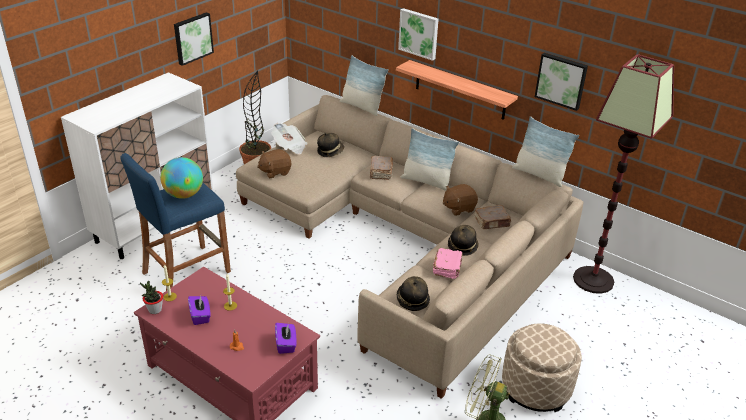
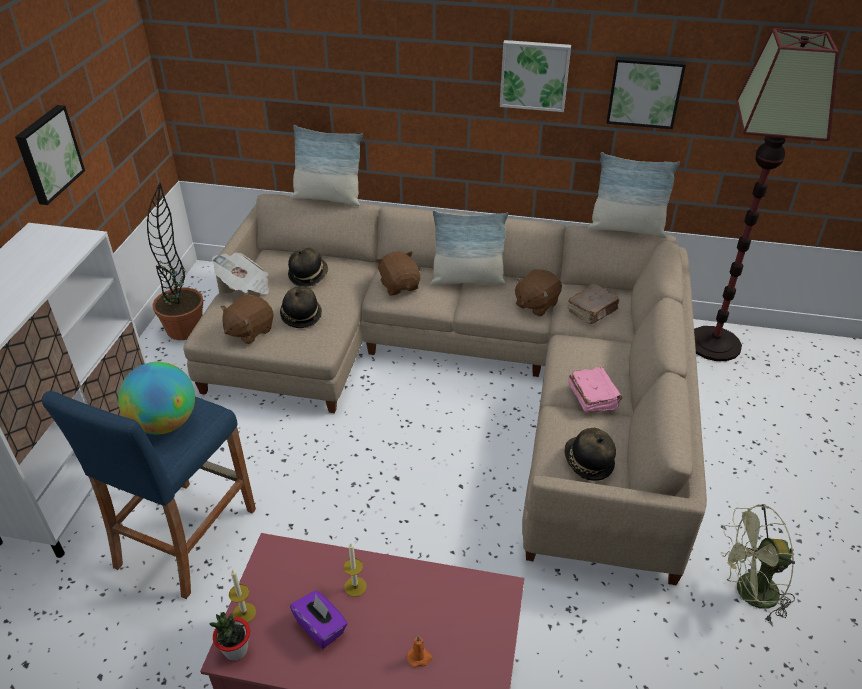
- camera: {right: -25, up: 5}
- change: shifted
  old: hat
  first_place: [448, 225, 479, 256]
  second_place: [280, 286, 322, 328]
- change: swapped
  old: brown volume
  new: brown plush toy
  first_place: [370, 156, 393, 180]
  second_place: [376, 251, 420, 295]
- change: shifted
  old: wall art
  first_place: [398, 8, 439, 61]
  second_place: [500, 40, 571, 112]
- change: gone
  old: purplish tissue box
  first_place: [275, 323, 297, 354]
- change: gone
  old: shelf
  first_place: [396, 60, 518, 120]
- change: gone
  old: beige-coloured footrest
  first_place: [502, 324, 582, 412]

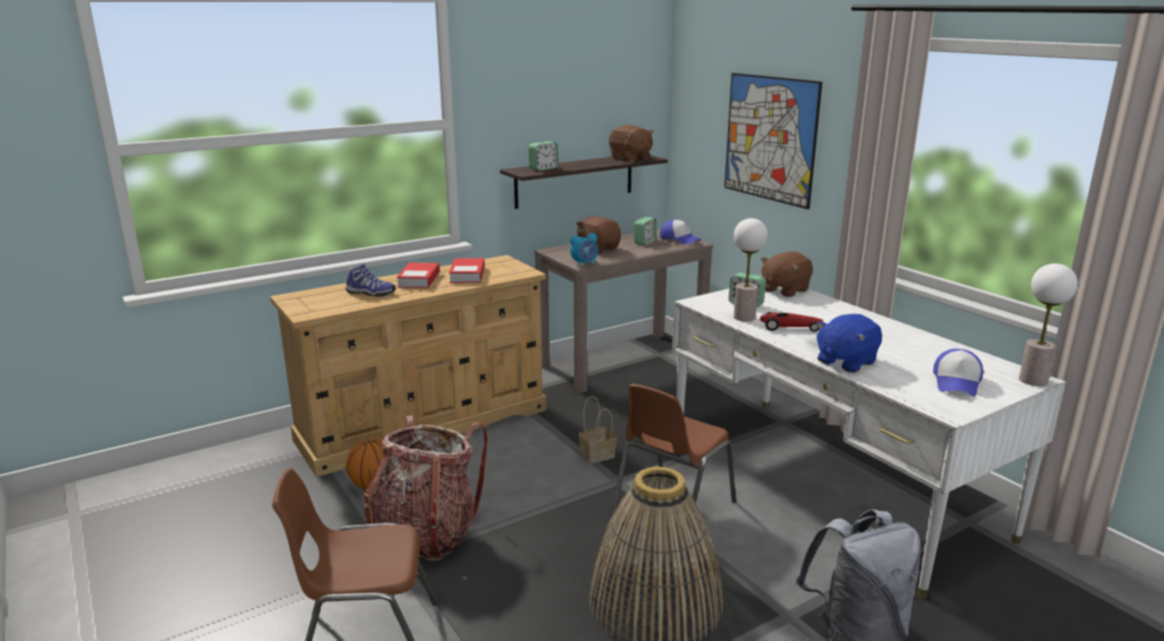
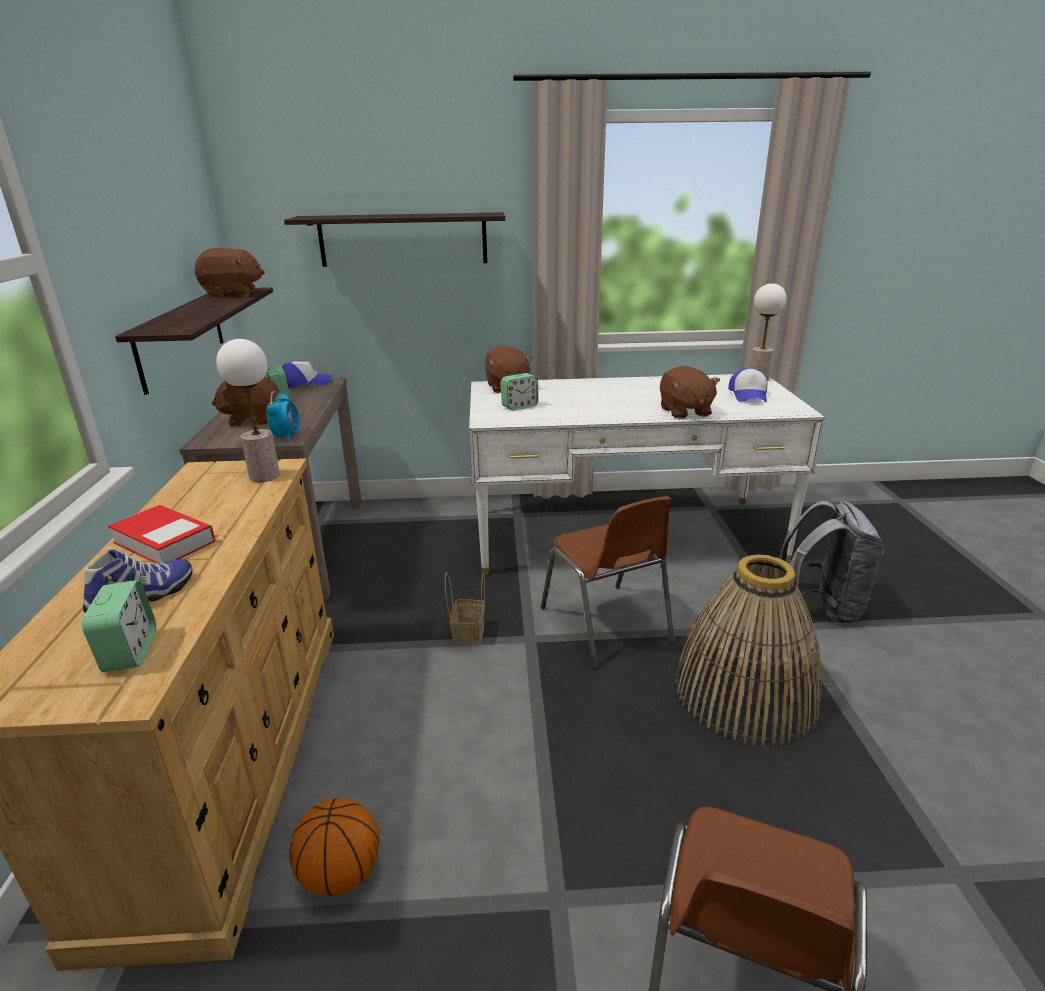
- camera: {right: -60, up: 5}
- change: shifted
  old: table clock
  first_place: [528, 141, 558, 171]
  second_place: [82, 580, 156, 672]
- change: shifted
  old: table lamp
  first_place: [734, 218, 768, 321]
  second_place: [216, 339, 280, 482]
- change: swapped
  old: wall art
  new: shelf
  first_place: [724, 73, 822, 209]
  second_place: [284, 212, 505, 267]
- change: repainted
  old: bluish plush toy
  new: brown plush toy
  first_place: [816, 314, 882, 373]
  second_place: [660, 366, 720, 419]
- change: rotated
  old: peaked cap
  first_place: [933, 349, 983, 396]
  second_place: [729, 368, 768, 402]
  degrees: 45
- change: gone
  old: backpack
  first_place: [364, 415, 488, 561]
- change: gone
  old: volume
  first_place: [449, 258, 485, 283]
- change: gone
  old: miniature car
  first_place: [760, 312, 823, 332]

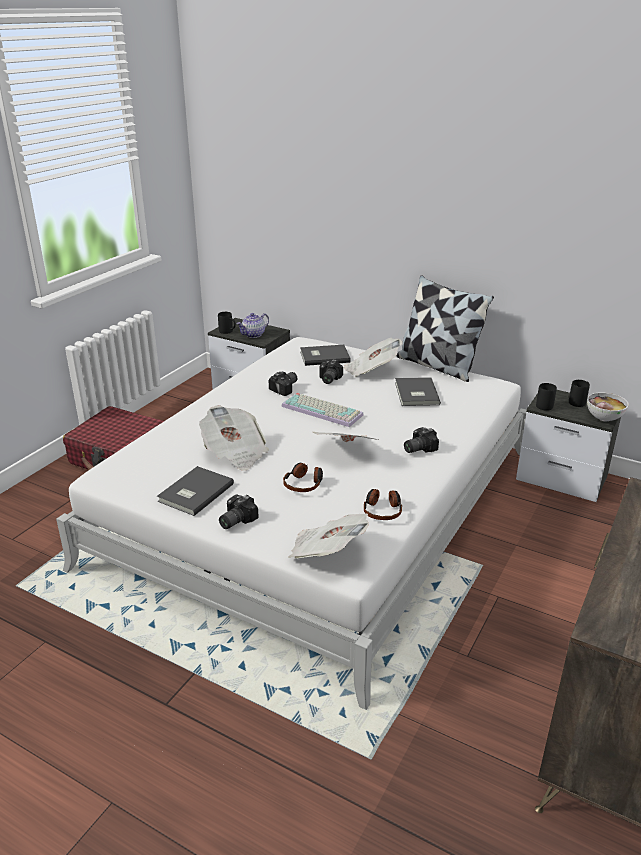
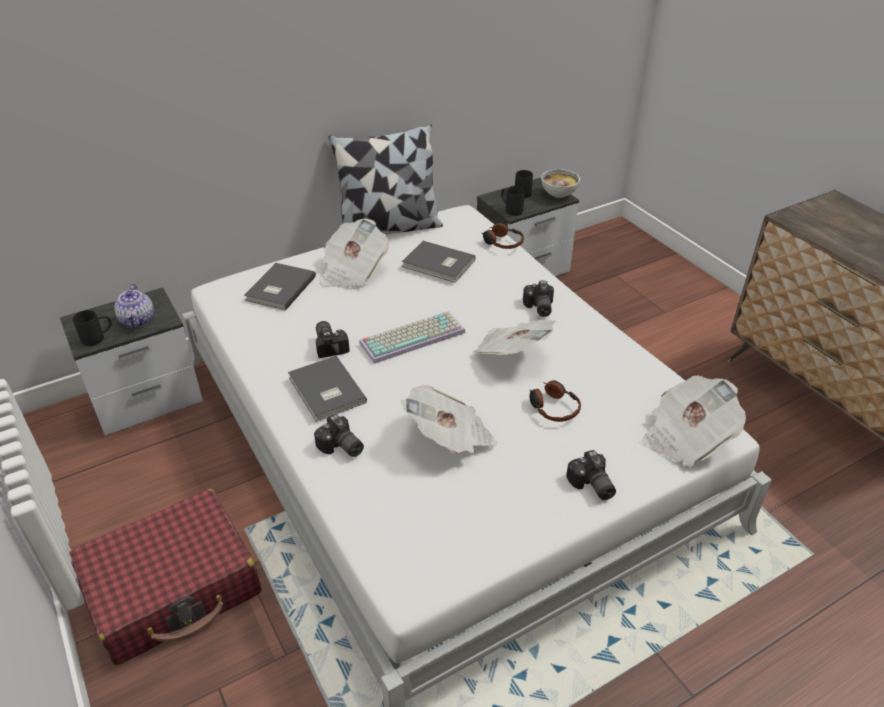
- camera: {right: -60, up: 10}
- change: shifted
  old: grey volume
  first_place: [157, 466, 234, 516]
  second_place: [288, 356, 367, 422]
- change: shifted
  old: still camera
  first_place: [320, 359, 343, 384]
  second_place: [314, 414, 364, 457]
- change: shifted
  old: headset
  first_place: [364, 489, 402, 520]
  second_place: [482, 223, 524, 249]

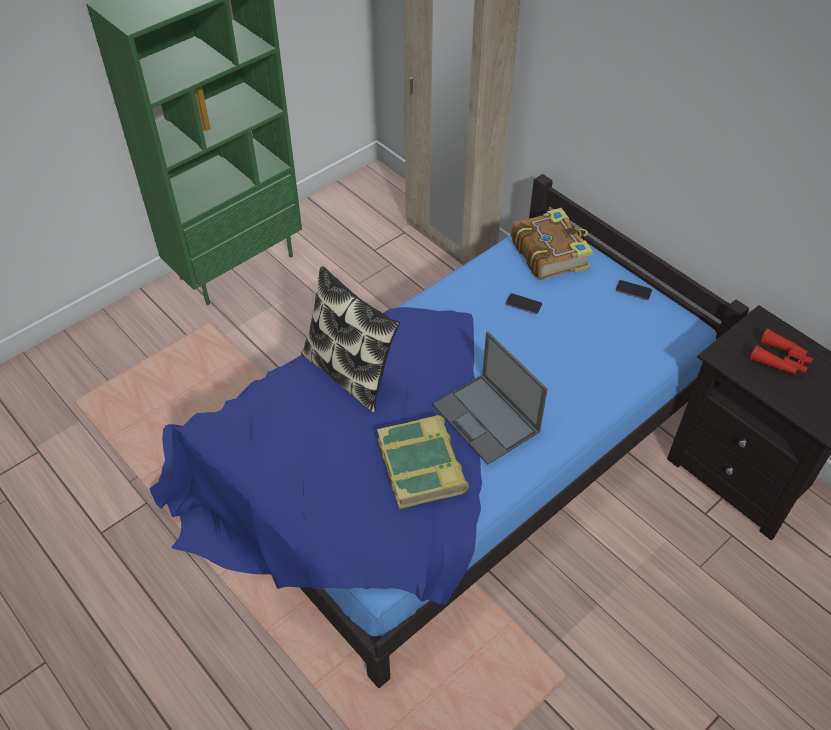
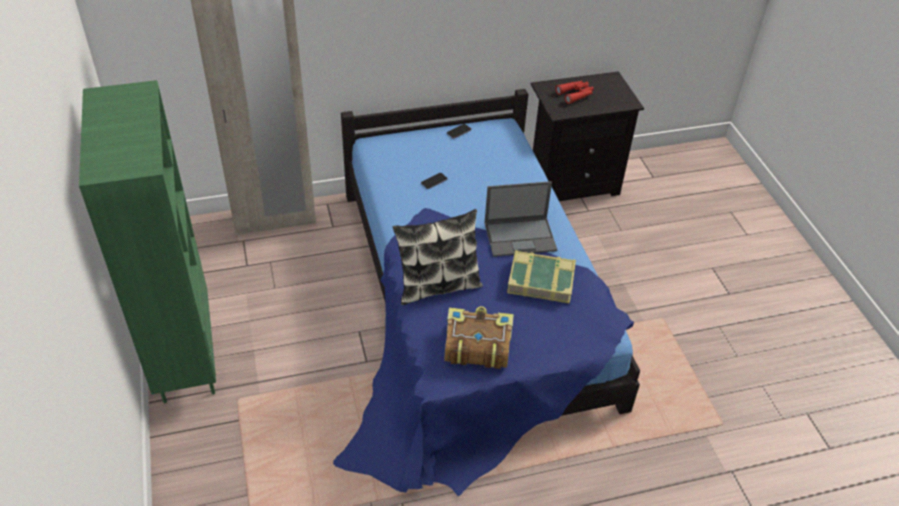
- camera: {right: -65, up: -5}
- change: shifted
  old: volume
  first_place: [511, 208, 593, 280]
  second_place: [445, 306, 514, 369]

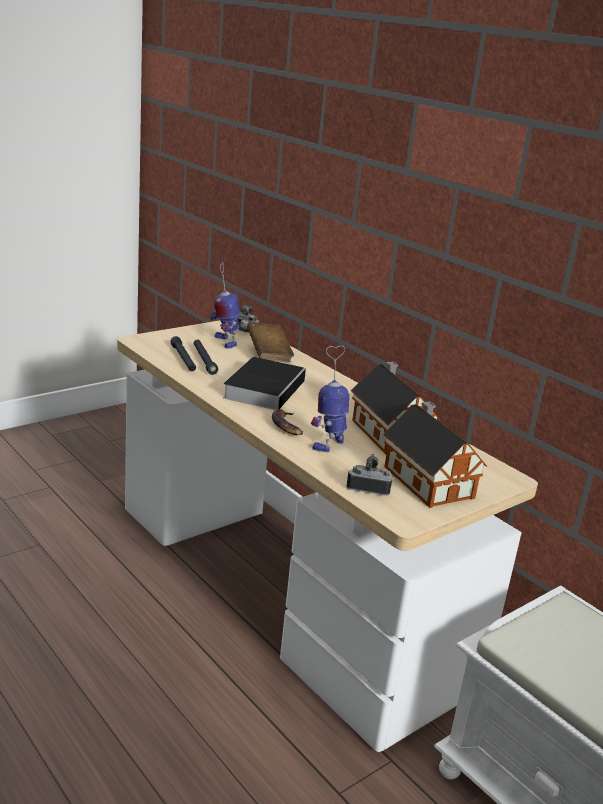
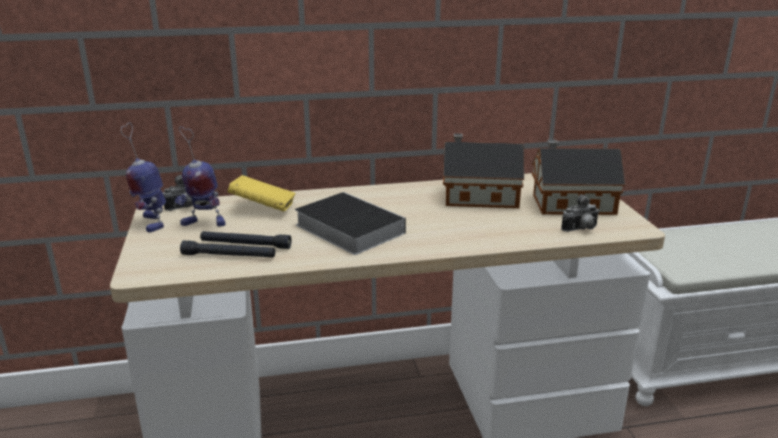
- camera: {right: -60, up: 0}
- change: shifted
  old: model robot
  first_place: [311, 345, 349, 452]
  second_place: [121, 122, 166, 232]
- change: repainted
  old: brown volume
  new: yellowish volume
  first_place: [247, 322, 294, 362]
  second_place: [228, 175, 296, 212]
- change: rotated
  old: still camera
  first_place: [346, 454, 393, 496]
  second_place: [561, 194, 599, 232]
  degrees: -150
- change: gone
  old: banana
  first_place: [272, 409, 303, 435]

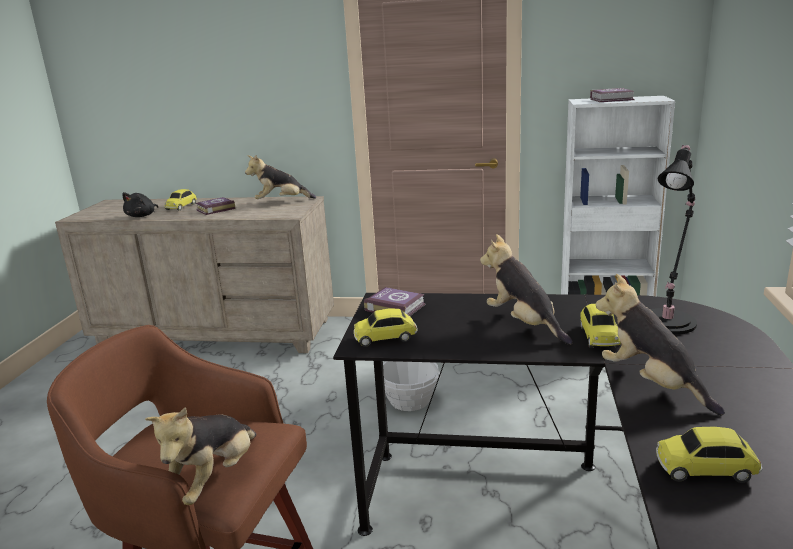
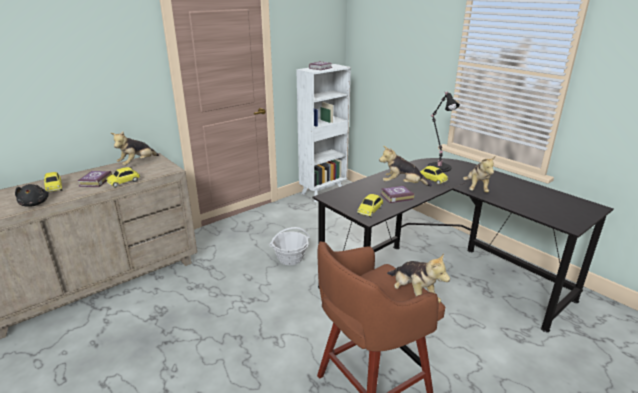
- camera: {right: -50, up: 5}
- change: shifted
  old: miniature car
  first_place: [656, 427, 762, 483]
  second_place: [106, 167, 140, 187]
- change: shifted
  old: volume
  first_place: [364, 287, 425, 316]
  second_place: [380, 186, 414, 203]
- change: rotated
  old: plush toy
  first_place: [596, 274, 725, 415]
  second_place: [463, 155, 496, 193]
  degrees: -90

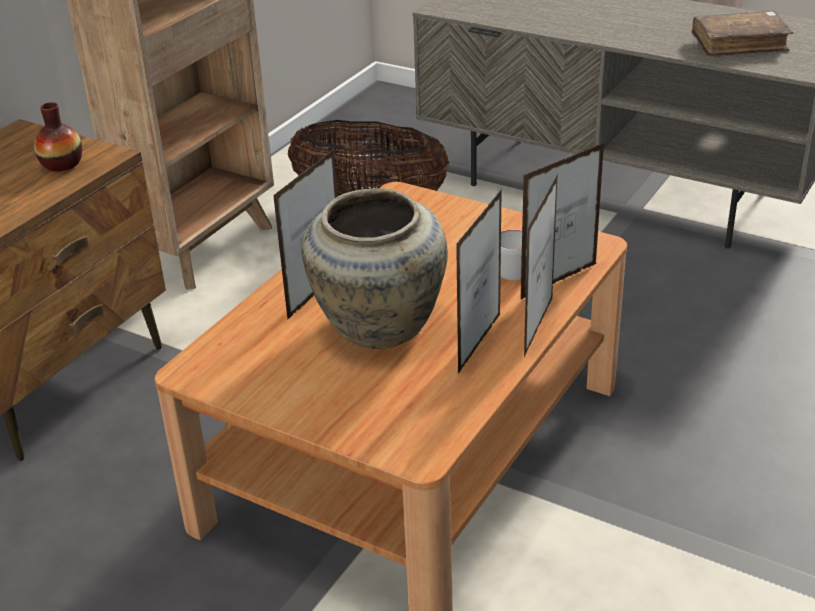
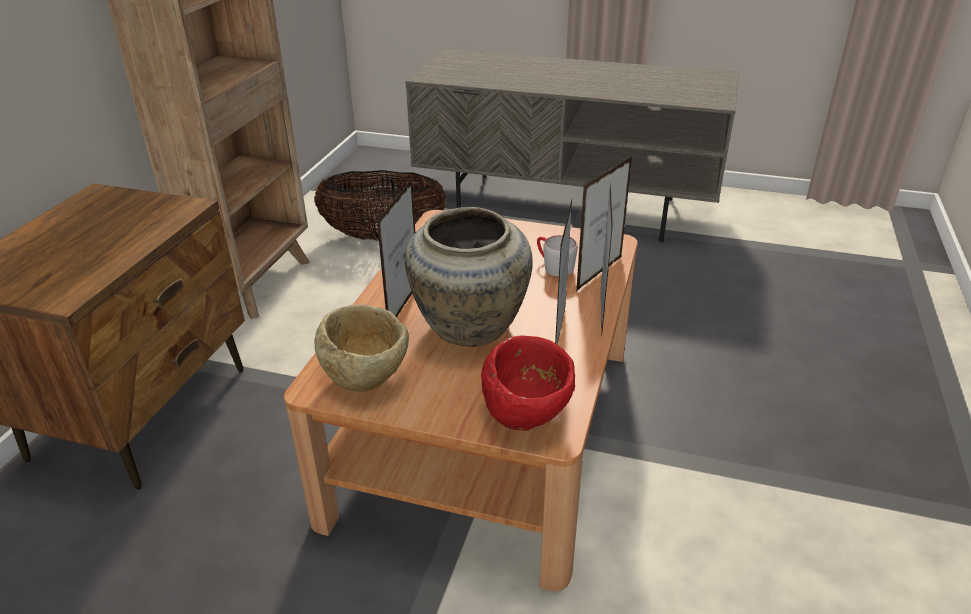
- camera: {right: -15, up: 0}
- change: new
  new: beige-coloured deep dish
  second_place: [315, 304, 409, 392]
- change: new
  new: reddish deep dish
  second_place: [481, 336, 575, 430]
- change: gone
  old: vase
  first_place: [34, 102, 82, 172]
- change: gone
  old: brown volume
  first_place: [692, 11, 793, 57]

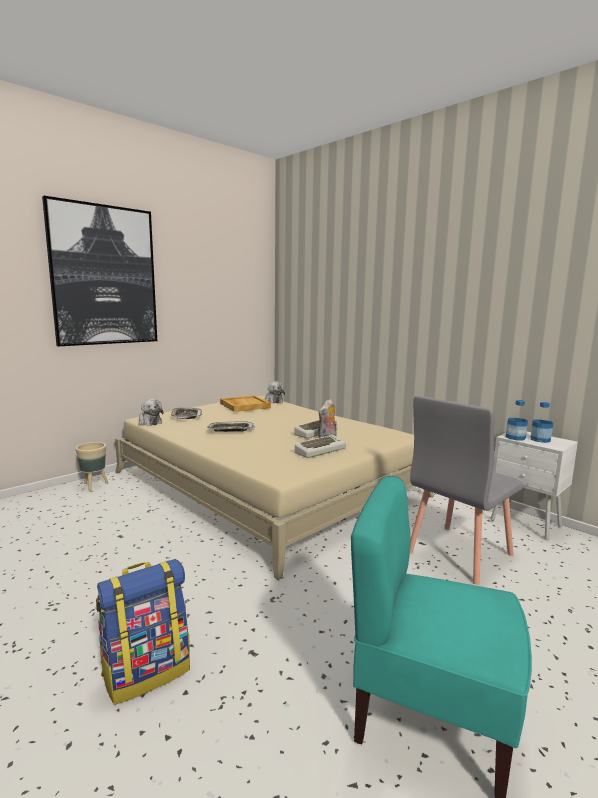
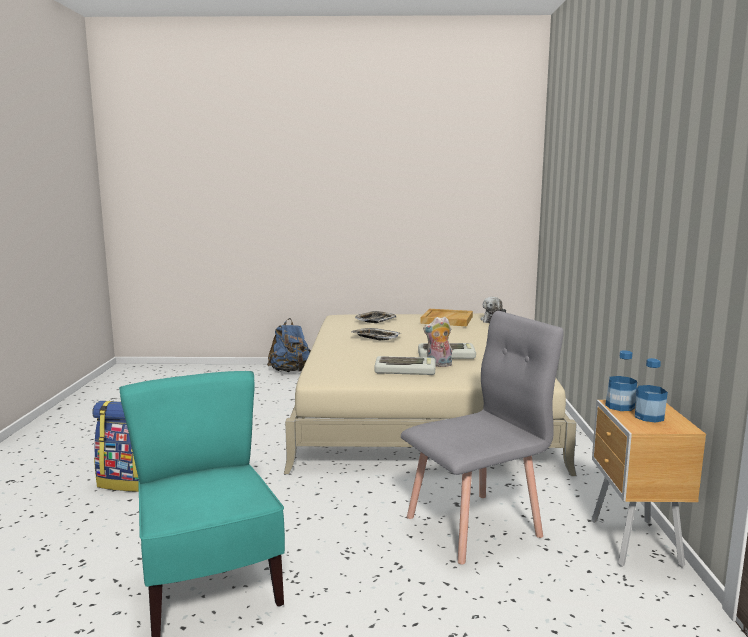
- camera: {right: 45, up: 0}
- change: swapped
  old: beige-coloured flower pot
  new: bluish backpack
  first_place: [76, 442, 108, 491]
  second_place: [267, 318, 311, 372]
- change: rotated
  old: grey plain chair
  first_place: [410, 396, 524, 585]
  second_place: [401, 311, 564, 564]
  degrees: 150
- change: repainted
  old: whitish nightstand
  new: brown nightstand
  first_place: [490, 432, 578, 540]
  second_place: [591, 400, 706, 568]
- change: gone
  old: wall art
  first_place: [42, 196, 157, 346]
- change: gone
  old: plush toy
  first_place: [139, 399, 164, 426]

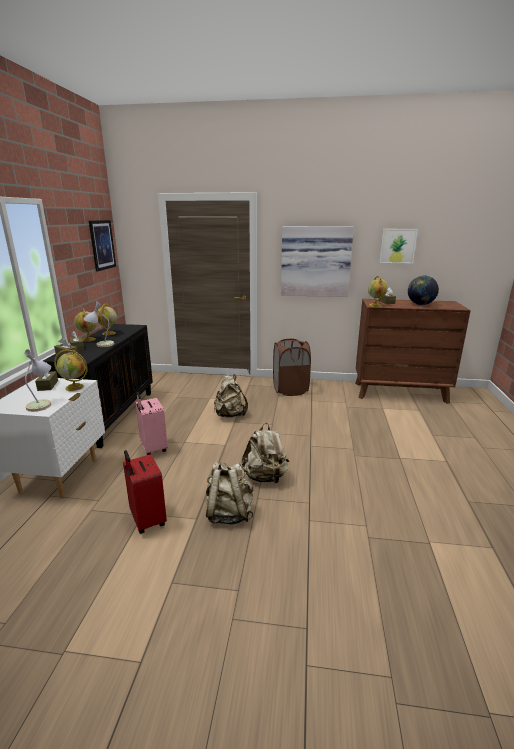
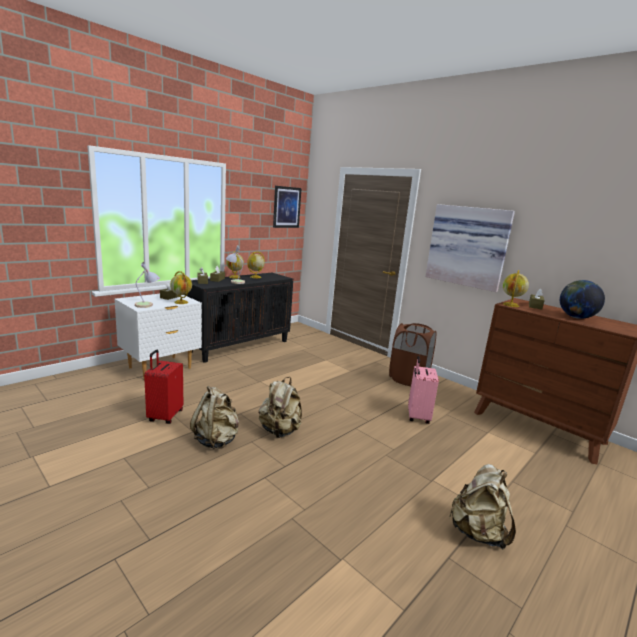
- camera: {right: 35, up: -5}
- change: shifted
  old: pink suitcase
  first_place: [135, 392, 168, 455]
  second_place: [408, 356, 439, 424]
- change: shifted
  old: beige-coloured backpack
  first_place: [214, 374, 248, 417]
  second_place: [449, 464, 516, 550]
- change: gone
  old: wall art
  first_place: [379, 229, 418, 263]

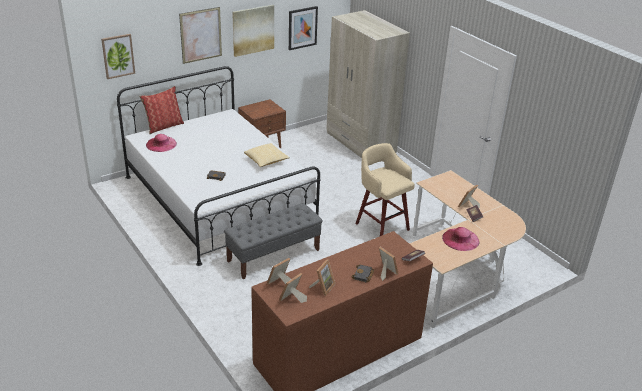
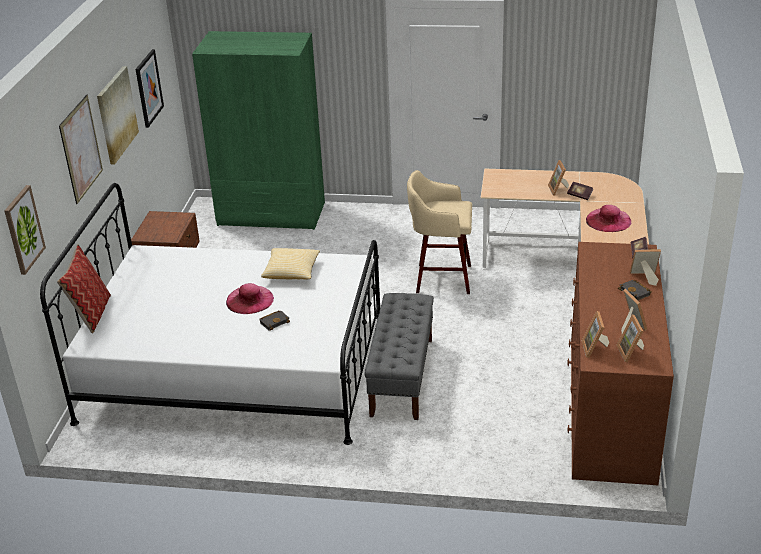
- camera: {right: -45, up: 0}
- change: repainted
  old: beige-coloured wardrobe
  new: green-coloured wardrobe
  first_place: [326, 10, 410, 158]
  second_place: [192, 31, 325, 230]
- change: shifted
  old: pink hat
  first_place: [146, 134, 177, 152]
  second_place: [226, 283, 274, 314]

